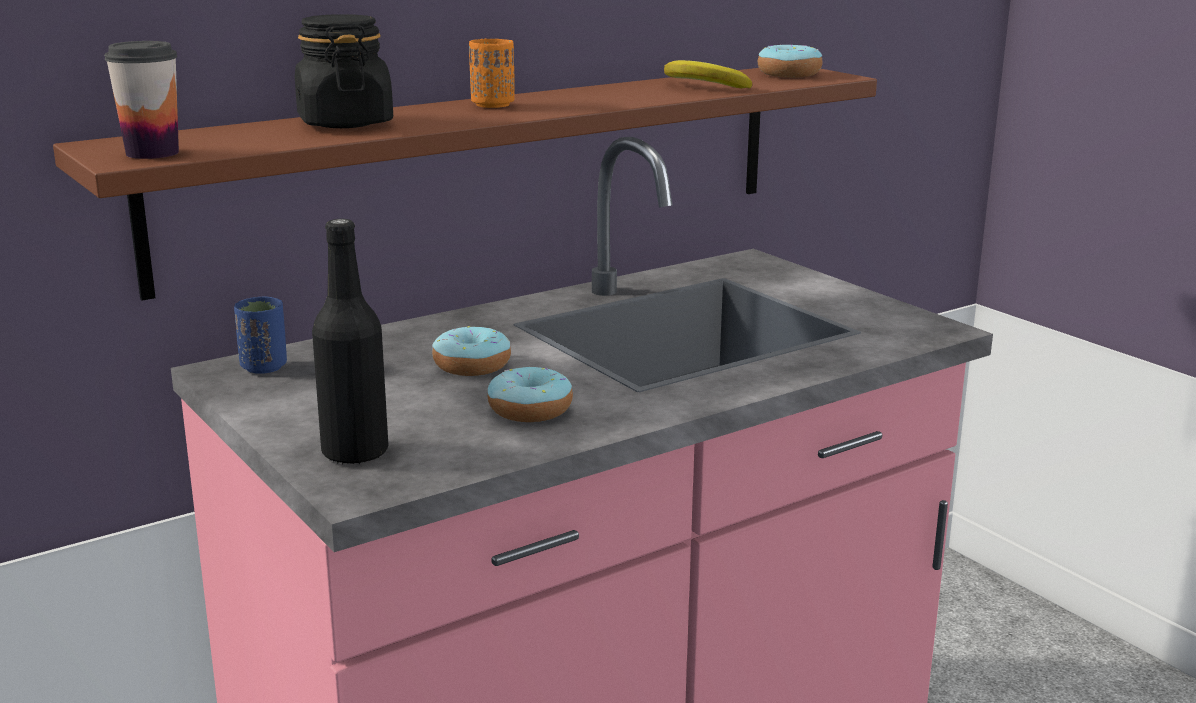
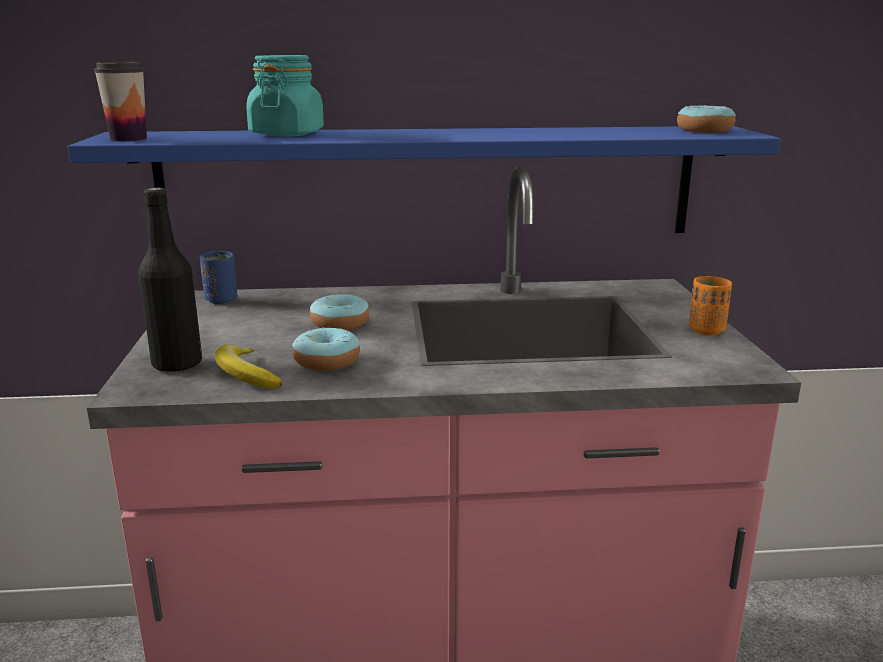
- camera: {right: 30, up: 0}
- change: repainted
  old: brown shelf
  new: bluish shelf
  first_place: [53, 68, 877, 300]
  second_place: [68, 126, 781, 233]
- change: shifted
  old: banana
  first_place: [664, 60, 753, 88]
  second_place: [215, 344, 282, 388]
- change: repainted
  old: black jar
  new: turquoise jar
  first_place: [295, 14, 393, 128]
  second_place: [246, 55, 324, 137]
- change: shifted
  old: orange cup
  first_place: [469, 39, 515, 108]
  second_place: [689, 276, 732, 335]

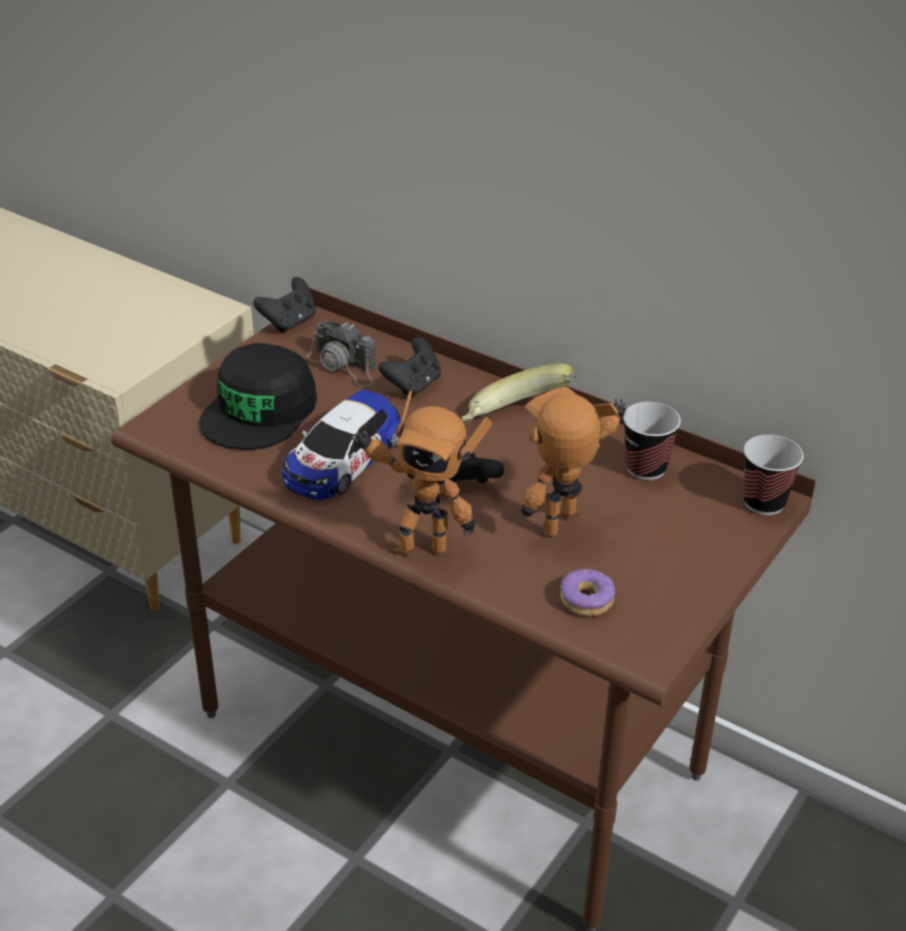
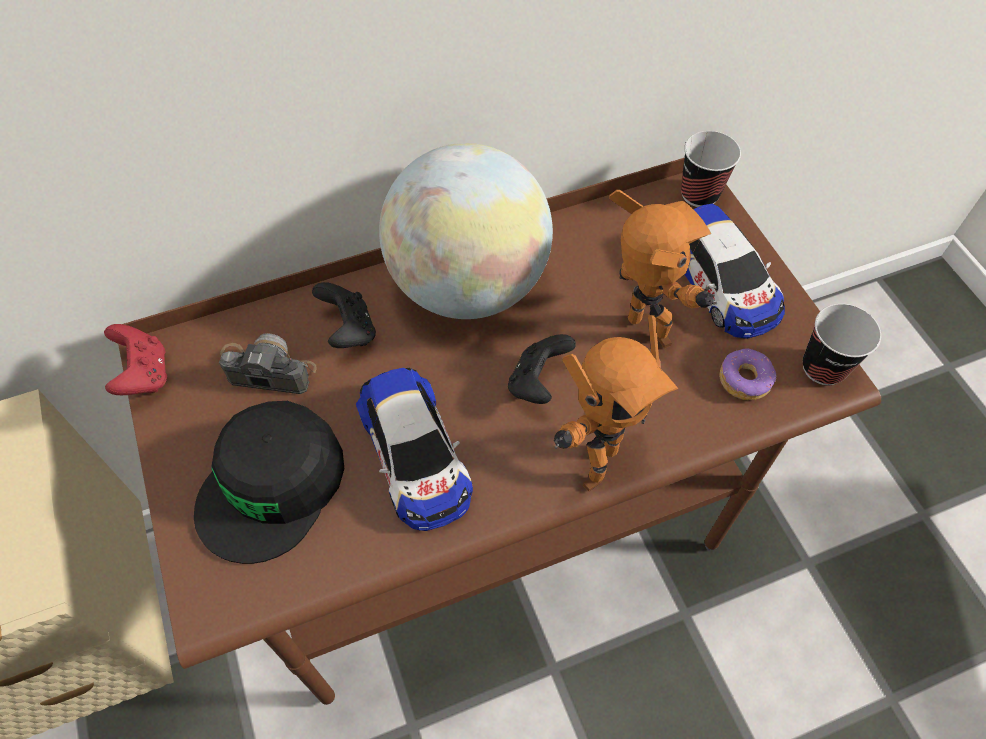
- camera: {right: -55, up: 20}
- change: repainted
  old: black game controller
  new: reddish game controller
  first_place: [253, 277, 316, 333]
  second_place: [104, 324, 167, 395]
- change: rotated
  old: black peaked cap
  first_place: [199, 343, 317, 450]
  second_place: [194, 401, 344, 564]
  degrees: 60
- change: rotated
  old: still camera
  first_place: [306, 321, 376, 387]
  second_place: [219, 333, 317, 394]
  degrees: -150
- change: swapped
  old: banana
  new: globe
  first_place: [461, 364, 576, 422]
  second_place: [379, 143, 553, 319]
- change: rotated
  old: model robot
  first_place: [521, 387, 626, 536]
  second_place: [609, 190, 717, 349]
  degrees: 150
- change: new
  new: miniature car
  second_place: [684, 204, 785, 339]
- change: shifted
  old: cup
  first_place: [623, 402, 681, 480]
  second_place: [803, 304, 881, 385]

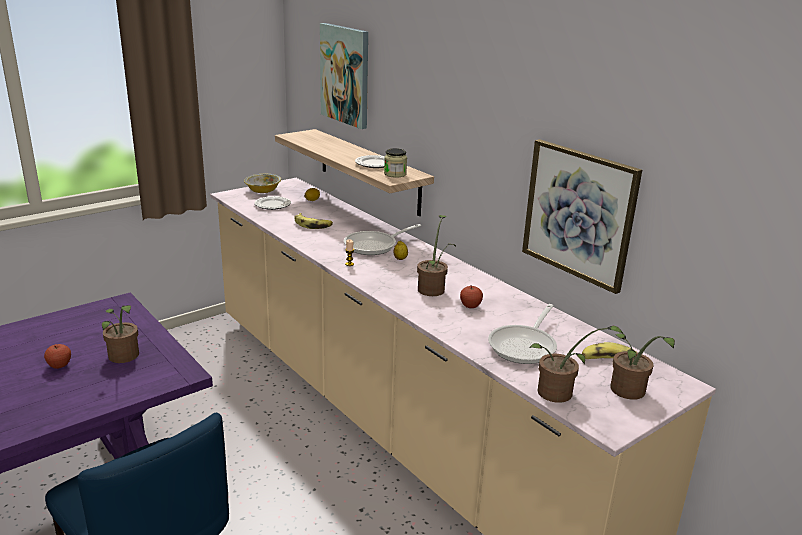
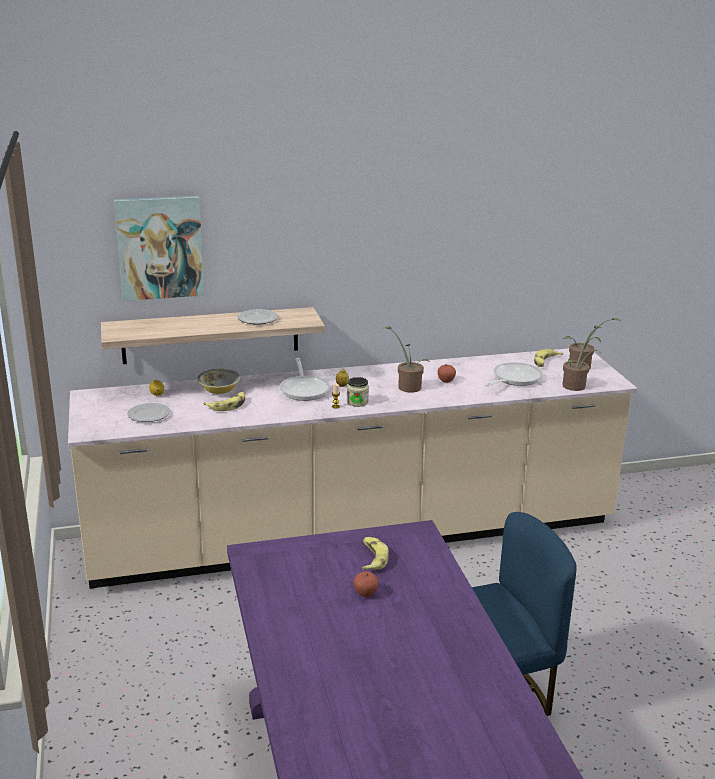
- camera: {right: -65, up: 0}
- change: shifted
  old: deep dish
  first_place: [244, 174, 281, 193]
  second_place: [198, 368, 241, 394]
- change: shifted
  old: jar
  first_place: [384, 148, 407, 178]
  second_place: [347, 377, 369, 407]
- change: swapped
  old: houseplant
  new: banana
  first_place: [102, 305, 139, 363]
  second_place: [362, 537, 389, 570]
- change: rotated
  old: skillet
  first_place: [488, 304, 557, 364]
  second_place: [485, 362, 543, 387]
  degrees: -105
- change: gone
  old: wall art
  first_place: [522, 139, 642, 294]

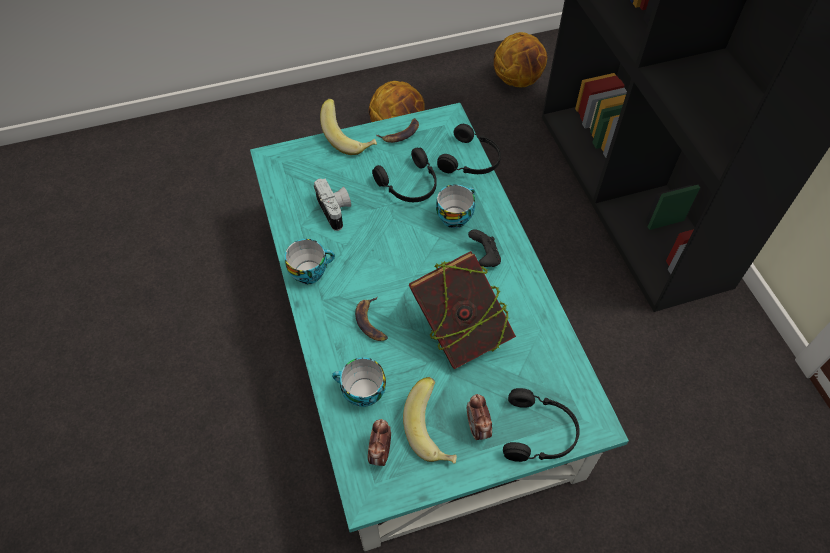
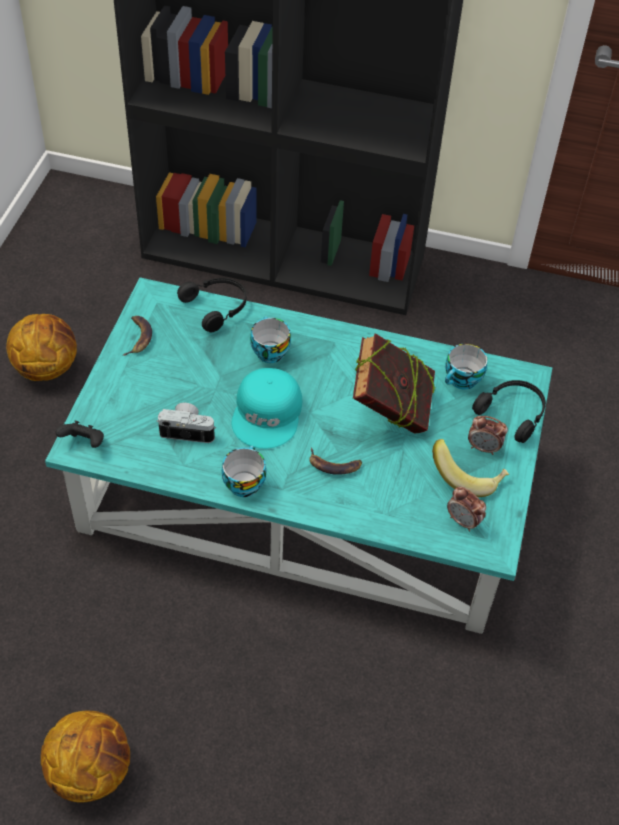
- camera: {right: -60, up: -5}
- change: shifted
  old: basketball ball
  first_place: [494, 32, 547, 87]
  second_place: [41, 710, 130, 803]
- change: shifted
  old: black game controller
  first_place: [468, 229, 501, 267]
  second_place: [56, 421, 104, 448]
- change: new
  new: turquoise peaked cap
  second_place: [231, 368, 302, 449]
- change: shifted
  old: cup
  first_place: [332, 358, 386, 407]
  second_place: [445, 344, 488, 390]
- change: gone
  old: banana
  first_place: [320, 99, 377, 155]
- change: gone
  old: black headset
  first_place: [372, 148, 437, 202]

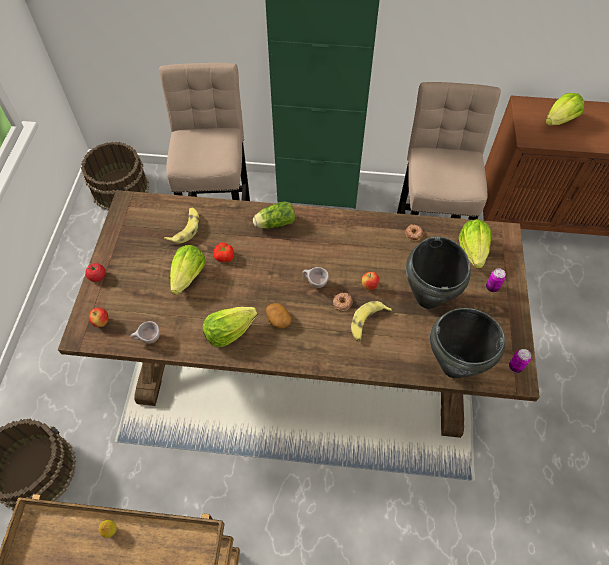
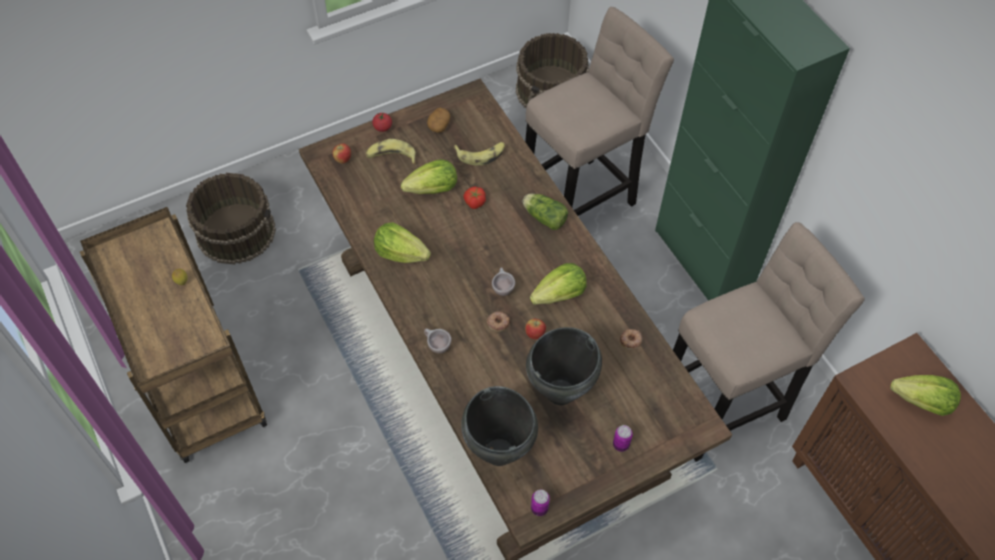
- camera: {right: 55, up: 0}
- change: shifted
  old: banana
  first_place: [351, 301, 392, 342]
  second_place: [366, 139, 416, 164]
- change: shifted
  old: beige-coloured cup
  first_place: [130, 321, 160, 344]
  second_place: [424, 329, 452, 353]
- change: shifted
  old: spud
  first_place: [266, 303, 292, 329]
  second_place: [427, 107, 450, 133]
- change: shifted
  old: lettuce
  first_place: [459, 219, 491, 268]
  second_place: [530, 263, 587, 305]

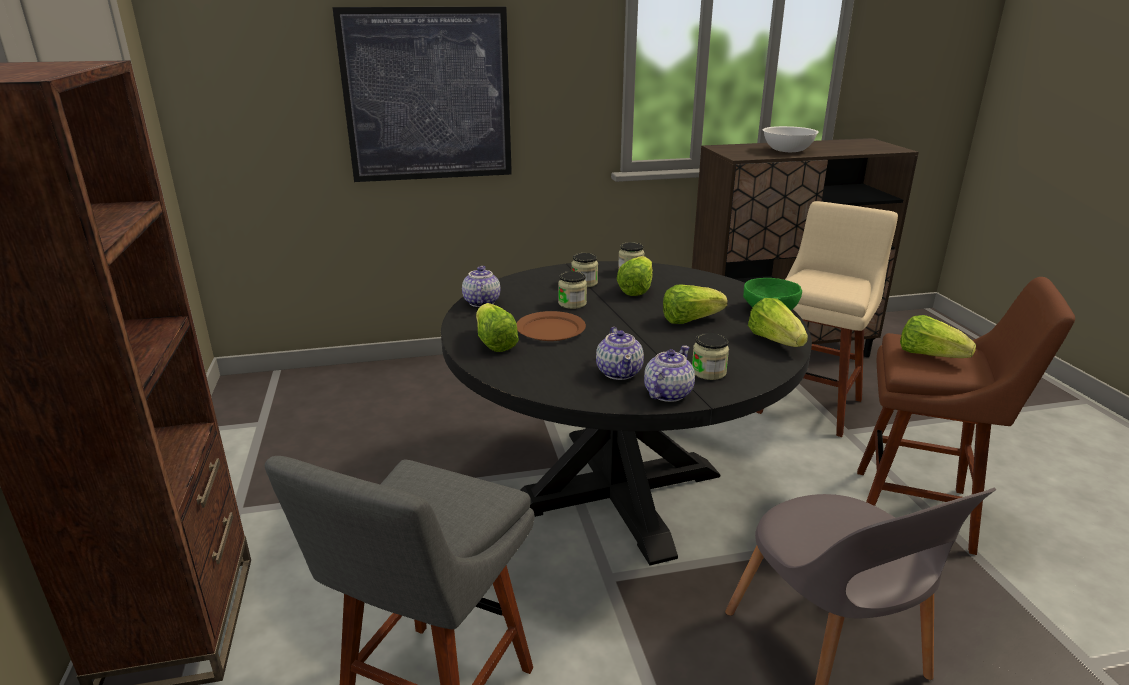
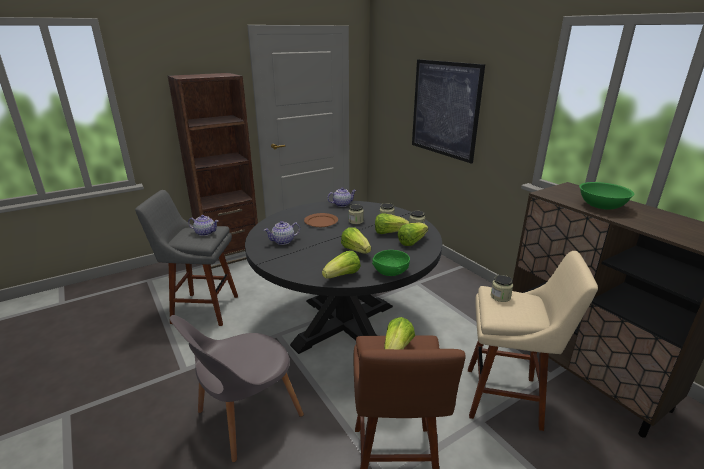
- camera: {right: 70, up: 0}
- change: shifted
  old: tea pot
  first_place: [644, 346, 695, 402]
  second_place: [188, 215, 219, 236]
- change: shifted
  old: lettuce
  first_place: [476, 303, 519, 352]
  second_place: [397, 223, 428, 246]
- change: shifted
  old: jar
  first_place: [692, 333, 729, 380]
  second_place: [491, 275, 513, 302]
- change: repainted
  old: whitish deep dish
  new: green-coloured deep dish
  first_place: [763, 126, 819, 152]
  second_place: [579, 182, 634, 210]

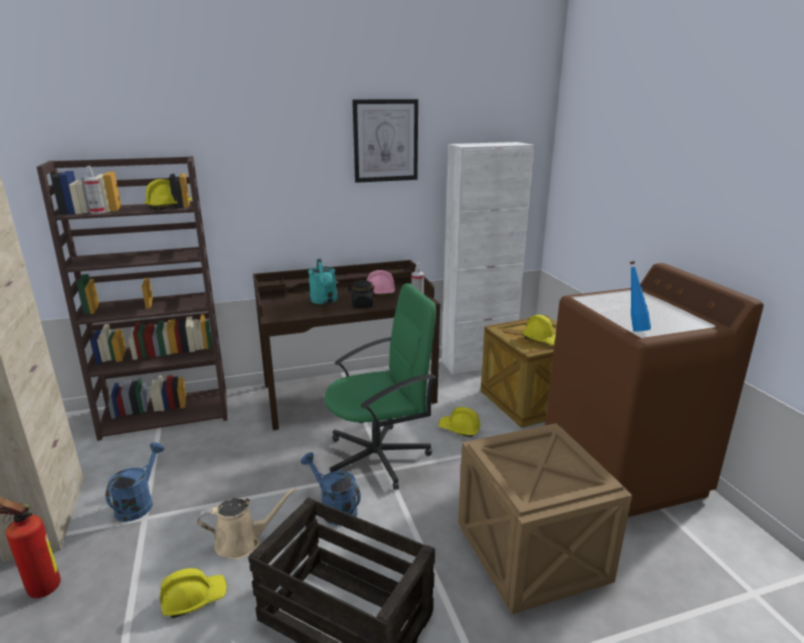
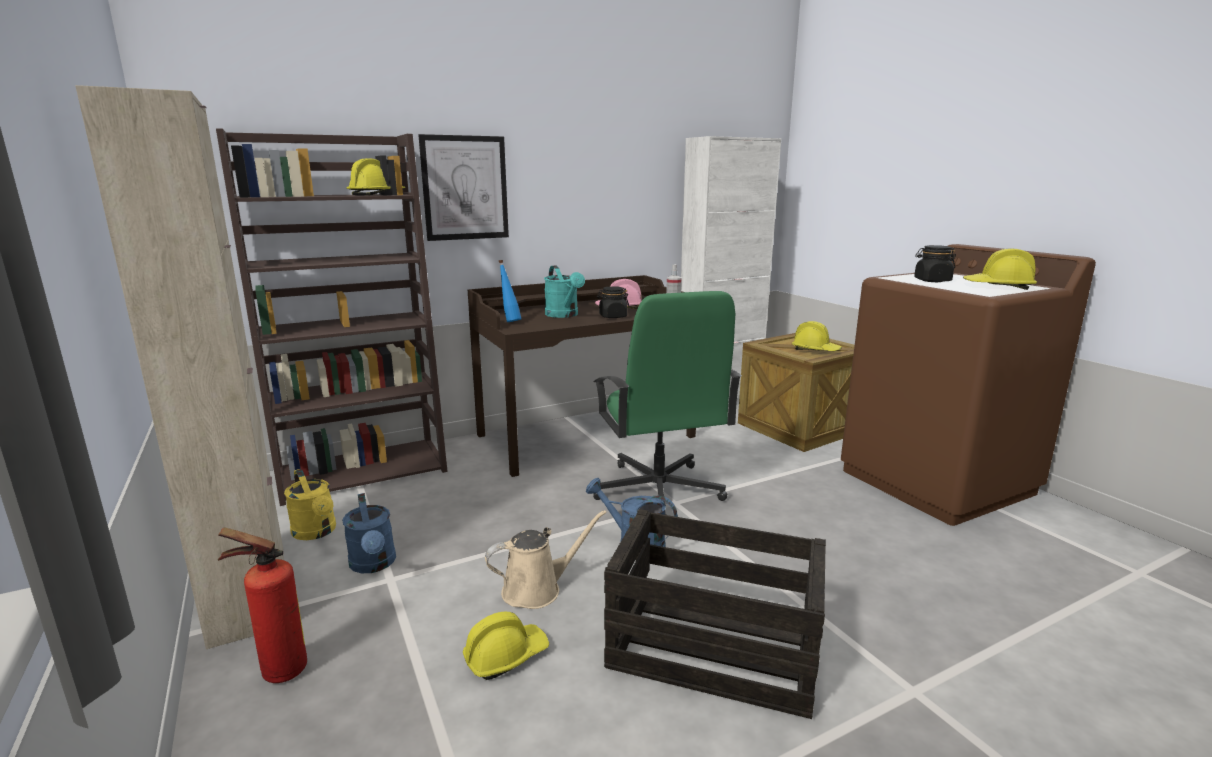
- camera: {right: -10, up: -5}
- change: new
  new: yellowish watering can
  second_place: [284, 469, 336, 540]
- change: rotated
  old: bluish watering can
  first_place: [106, 442, 165, 522]
  second_place: [342, 493, 396, 573]
  degrees: 150
- change: shifted
  old: wall art
  first_place: [352, 99, 418, 183]
  second_place: [419, 134, 509, 241]
- change: shifted
  old: bluish beverage bottle
  first_place: [630, 261, 651, 332]
  second_place: [499, 260, 521, 322]
- change: rotated
  old: green-coloured desk chair
  first_place: [324, 283, 436, 490]
  second_place: [593, 291, 742, 515]
  degrees: 105
- change: new
  new: black jar
  second_place: [914, 245, 956, 282]
- change: shifted
  old: yellowish hard hat
  first_place: [438, 407, 481, 437]
  second_place: [963, 248, 1037, 290]
- change: gone
  old: hand sprayer
  first_place: [83, 166, 105, 214]
- change: gone
  old: packing crate
  first_place: [458, 423, 632, 614]

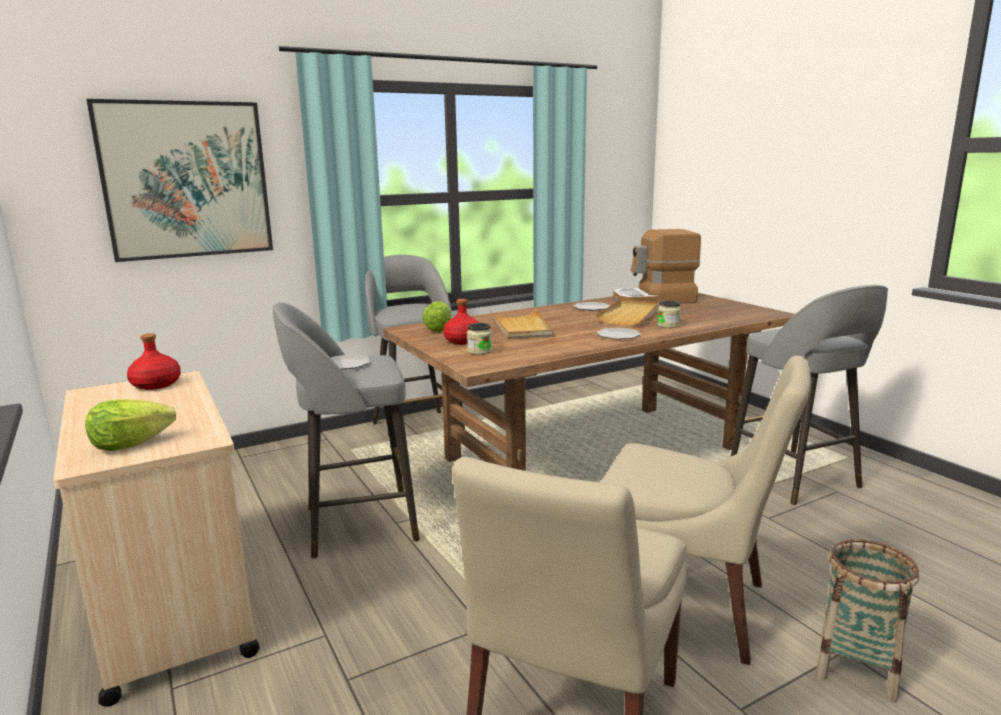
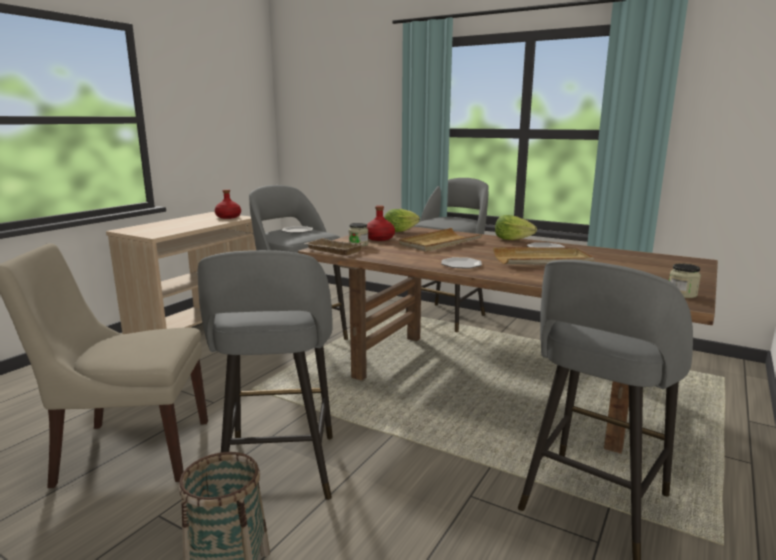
- camera: {right: 60, up: 0}
- change: swapped
  old: beige-coloured plain chair
  new: grey stool
  first_place: [601, 356, 811, 665]
  second_place: [198, 250, 333, 500]
- change: new
  new: beige-coloured serving tray
  second_place: [304, 238, 363, 256]
- change: shifted
  old: lettuce
  first_place: [85, 399, 176, 451]
  second_place: [495, 215, 537, 240]
- change: shifted
  old: jar
  first_place: [657, 301, 681, 328]
  second_place: [669, 263, 701, 298]
- change: gone
  old: wall art
  first_place: [86, 99, 273, 262]
- change: gone
  old: coffee maker
  first_place: [613, 229, 701, 304]

